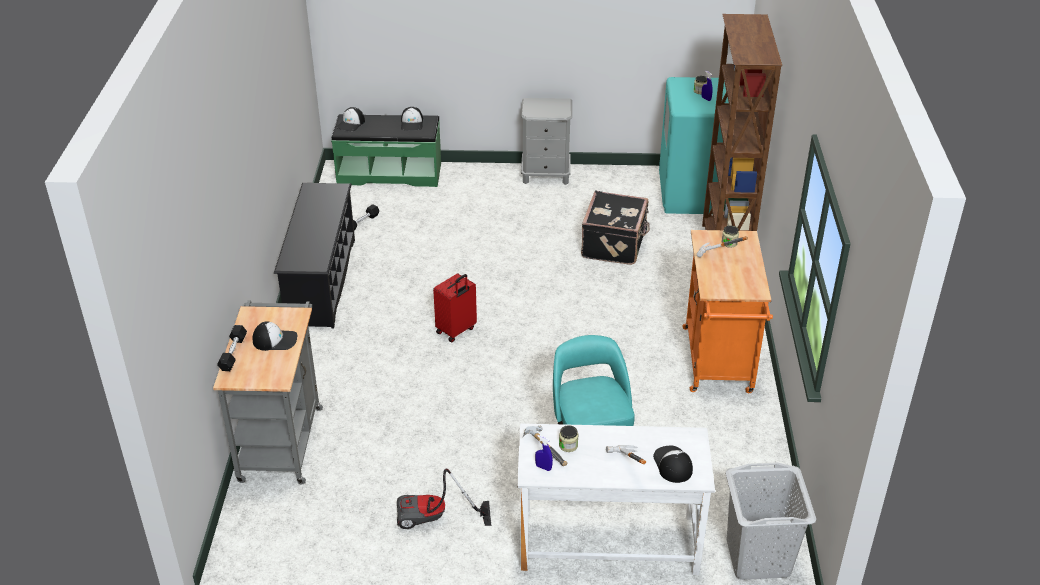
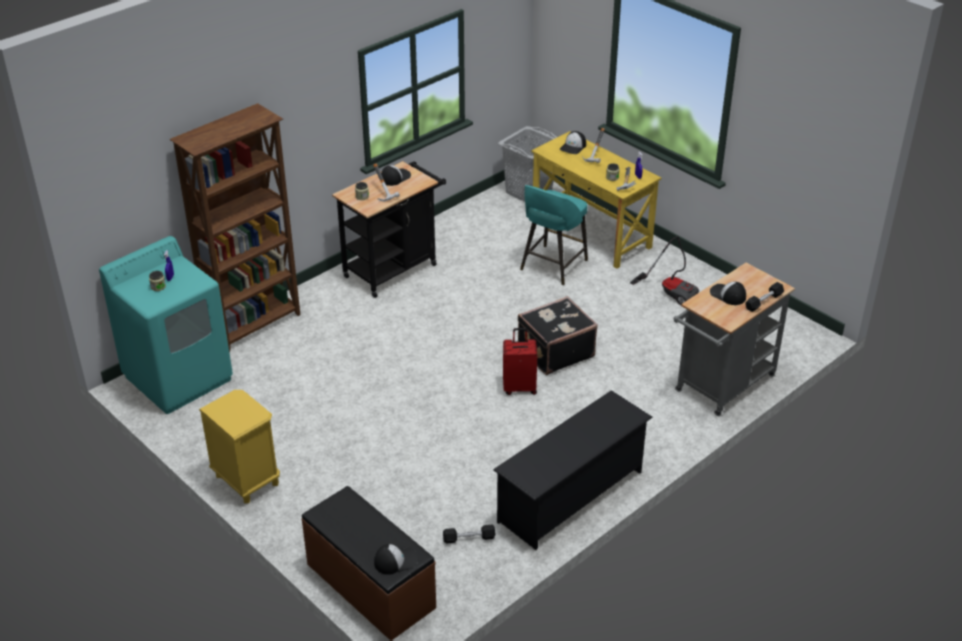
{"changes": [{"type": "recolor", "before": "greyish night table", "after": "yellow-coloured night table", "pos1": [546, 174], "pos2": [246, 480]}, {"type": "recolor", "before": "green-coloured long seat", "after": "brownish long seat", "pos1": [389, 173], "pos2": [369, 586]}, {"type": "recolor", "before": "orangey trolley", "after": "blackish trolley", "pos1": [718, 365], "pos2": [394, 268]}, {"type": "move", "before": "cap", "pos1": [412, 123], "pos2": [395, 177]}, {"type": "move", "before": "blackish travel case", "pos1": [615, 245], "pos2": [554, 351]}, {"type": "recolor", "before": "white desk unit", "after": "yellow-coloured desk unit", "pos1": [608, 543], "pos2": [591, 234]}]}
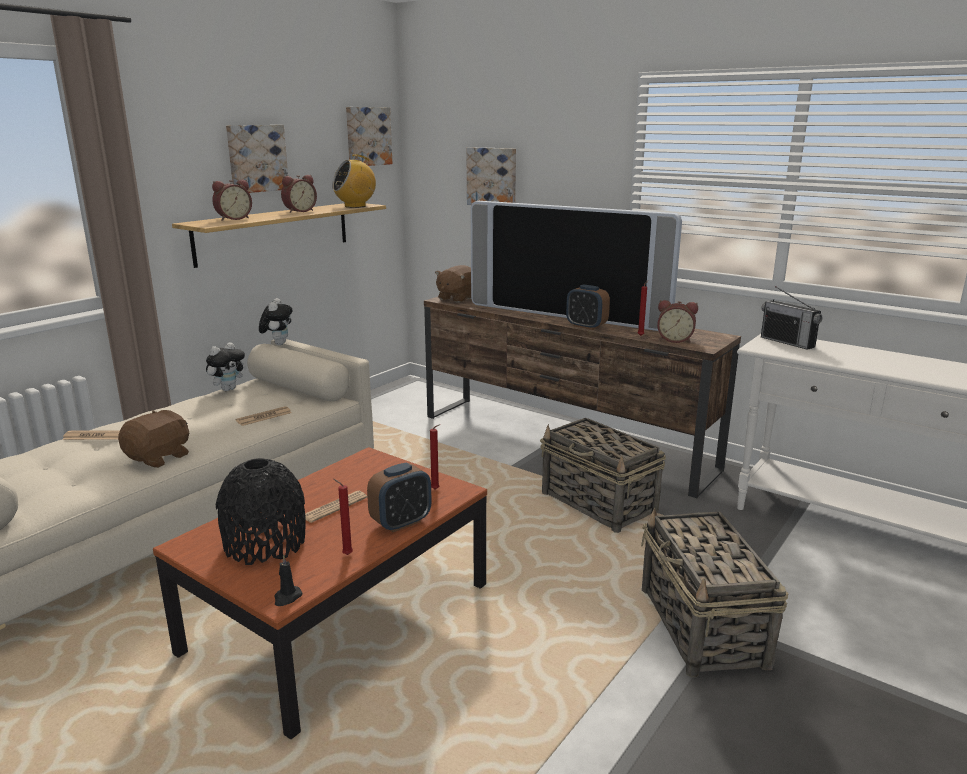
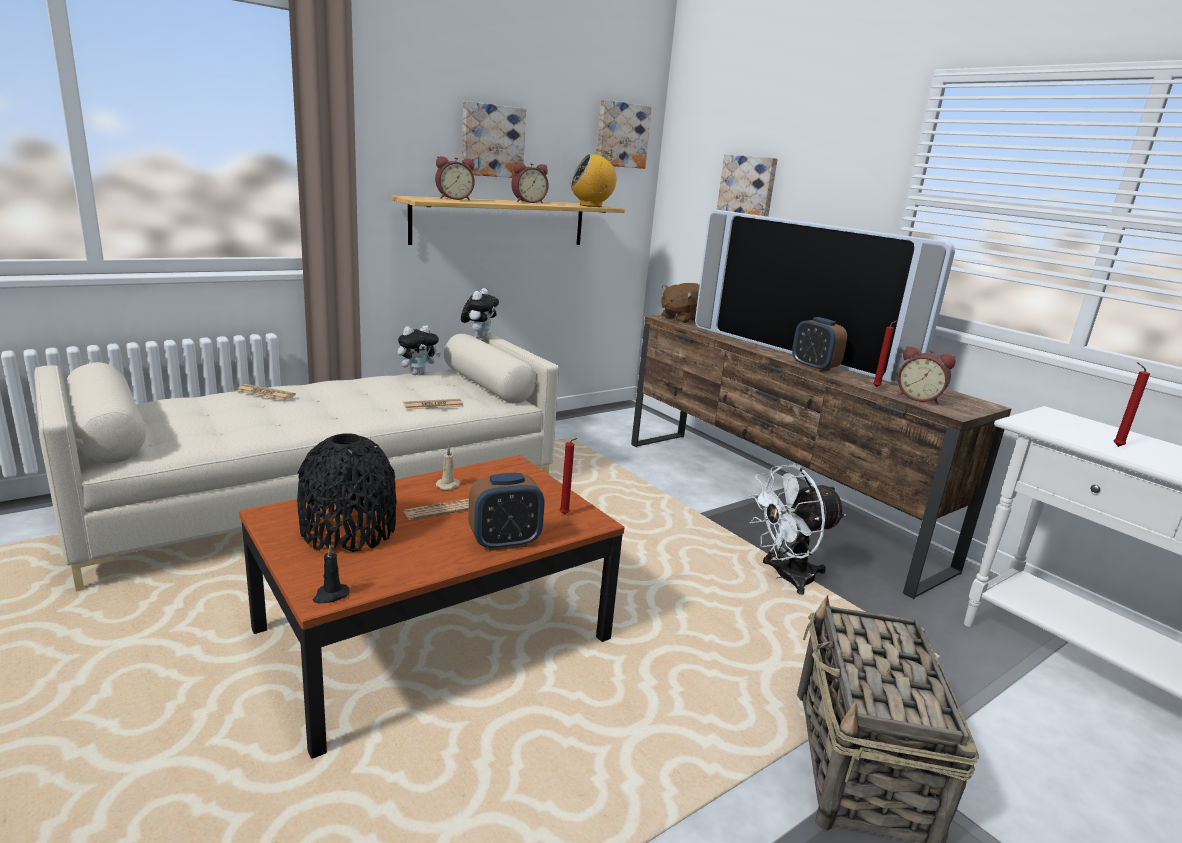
{"changes": [{"type": "insert", "after": "beige-coloured candle", "pos2": [449, 485]}, {"type": "replace", "before": "household basket", "after": "white cooling fan", "pos1": [599, 503], "pos2": [785, 578]}, {"type": "move", "before": "red candle", "pos1": [346, 554], "pos2": [1115, 446]}, {"type": "delete", "before": "brownish plush toy", "pos1": [159, 457]}, {"type": "delete", "before": "radio", "pos1": [787, 342]}]}
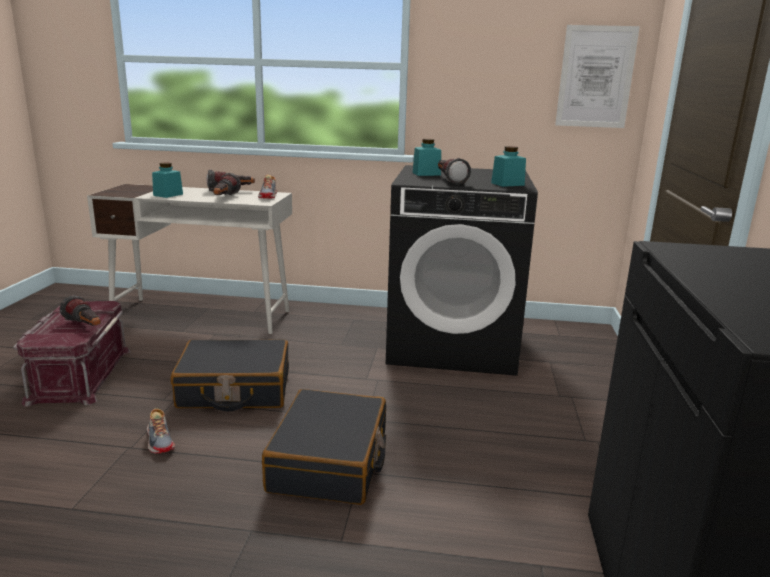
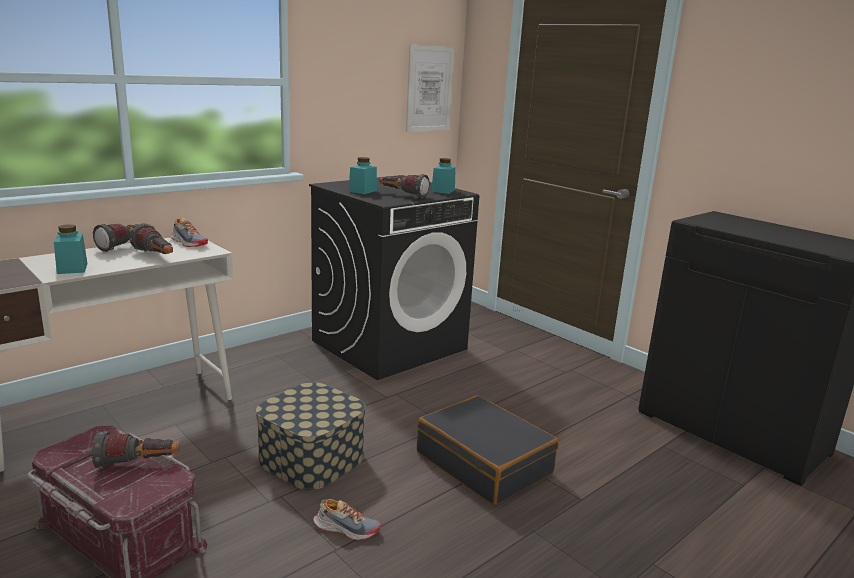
{"changes": [{"type": "replace", "before": "blackish travel case", "after": "storage bin", "pos1": [234, 390], "pos2": [311, 458]}]}
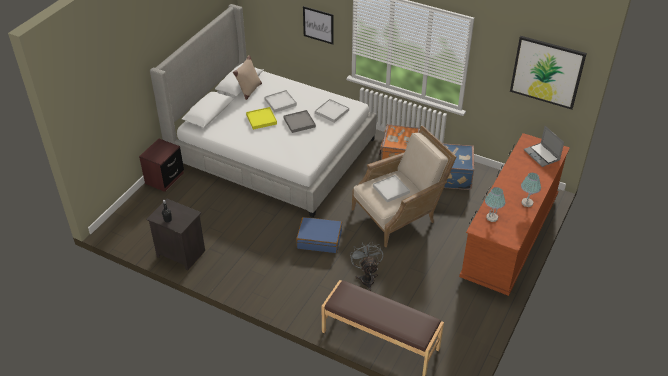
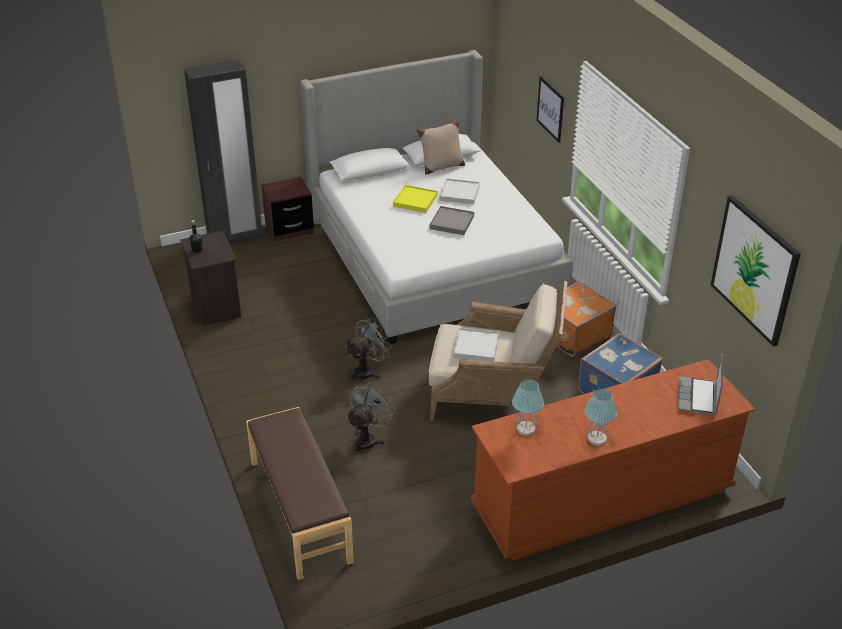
{"changes": [{"type": "insert", "after": "blackish clothes cupboard", "pos2": [235, 239]}, {"type": "replace", "before": "bluish travel case", "after": "greyish cooling fan", "pos1": [319, 240], "pos2": [367, 371]}, {"type": "delete", "before": "white carrying tray", "pos1": [332, 112]}]}
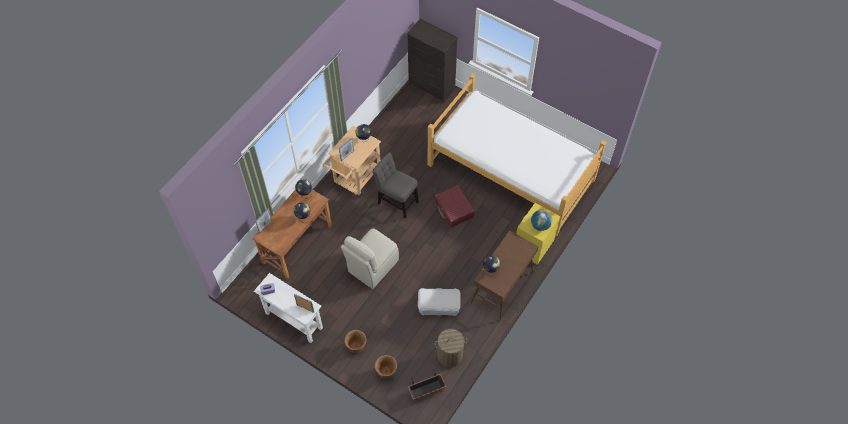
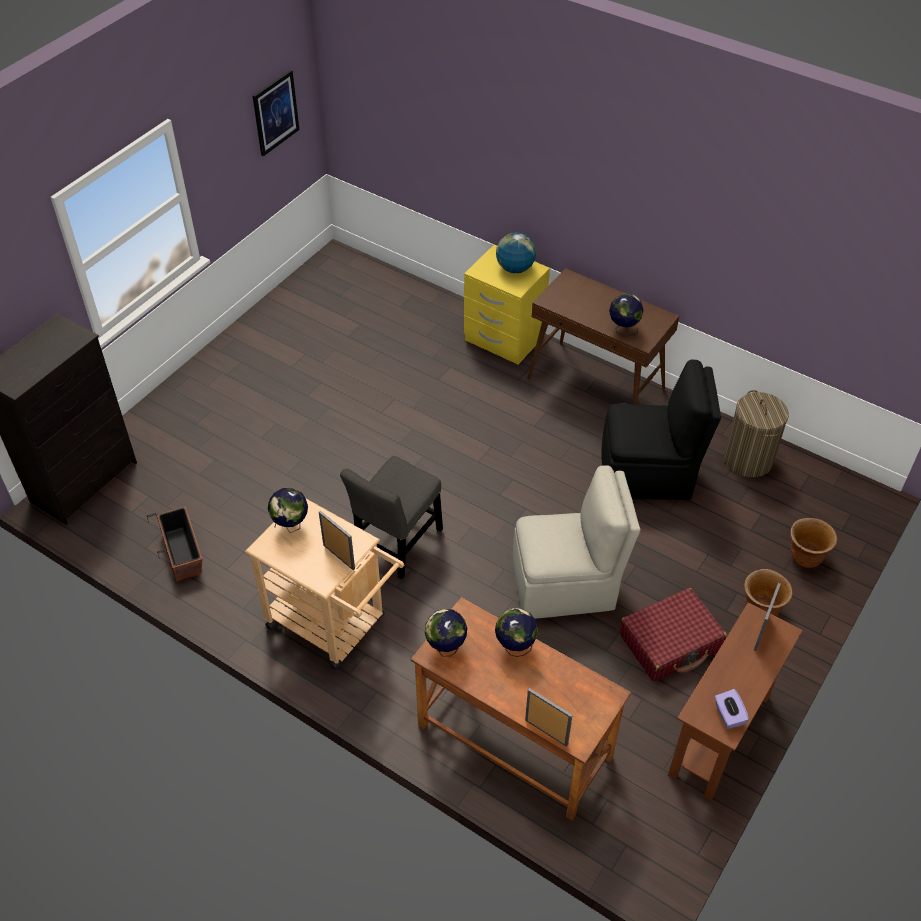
{"changes": [{"type": "move", "before": "plant pot", "pos1": [426, 390], "pos2": [182, 553]}, {"type": "insert", "after": "wall picture", "pos2": [275, 112]}, {"type": "rotate", "before": "beige-coloured chair", "pos1": [372, 267], "pos2": [566, 586], "turn": -45}, {"type": "replace", "before": "white storage bin", "after": "blackish chair", "pos1": [438, 307], "pos2": [648, 475]}, {"type": "move", "before": "red travel case", "pos1": [454, 209], "pos2": [670, 642]}, {"type": "recolor", "before": "white console table", "after": "brownish console table", "pos1": [294, 320], "pos2": [719, 735]}, {"type": "delete", "before": "bedroom bed", "pos1": [510, 173]}]}
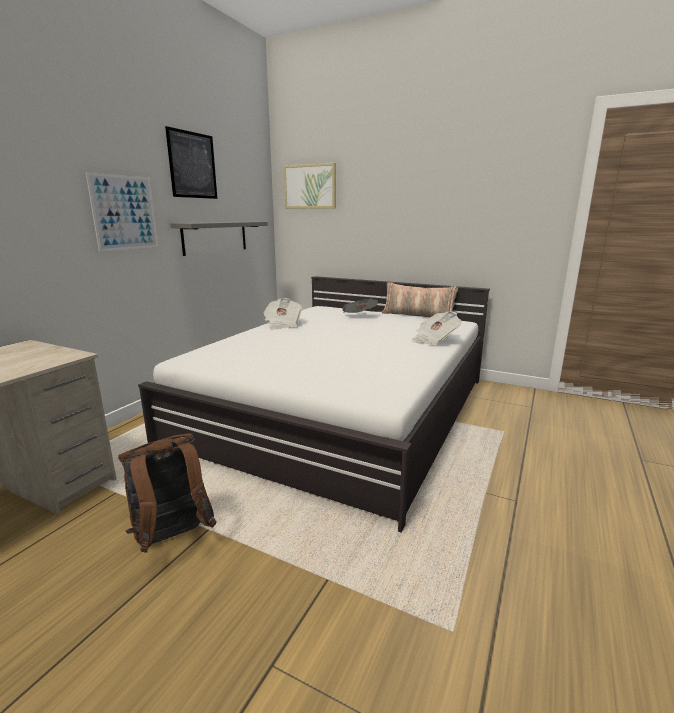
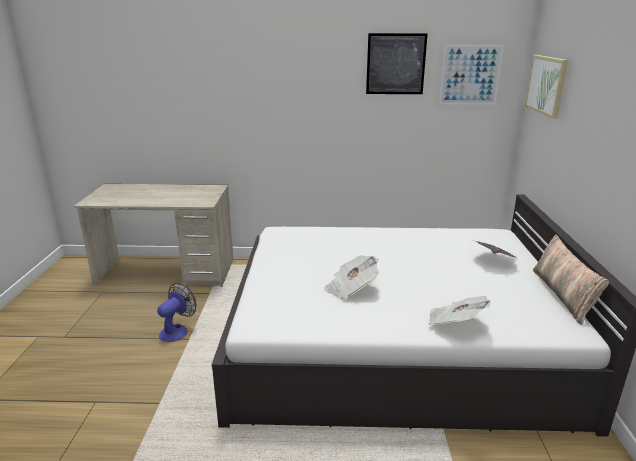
{"changes": [{"type": "replace", "before": "brownish rucksack", "after": "cooling fan", "pos1": [172, 539], "pos2": [177, 330]}, {"type": "move", "before": "newspaper", "pos1": [282, 324], "pos2": [350, 289]}, {"type": "move", "before": "wall picture", "pos1": [125, 213], "pos2": [470, 75]}, {"type": "delete", "before": "greyish bracket shelf", "pos1": [215, 237]}]}
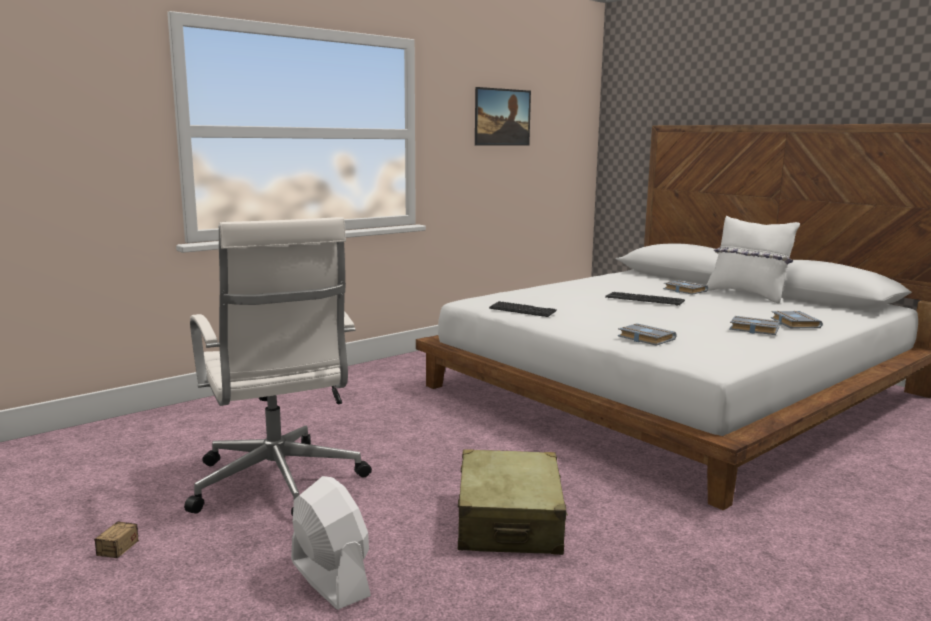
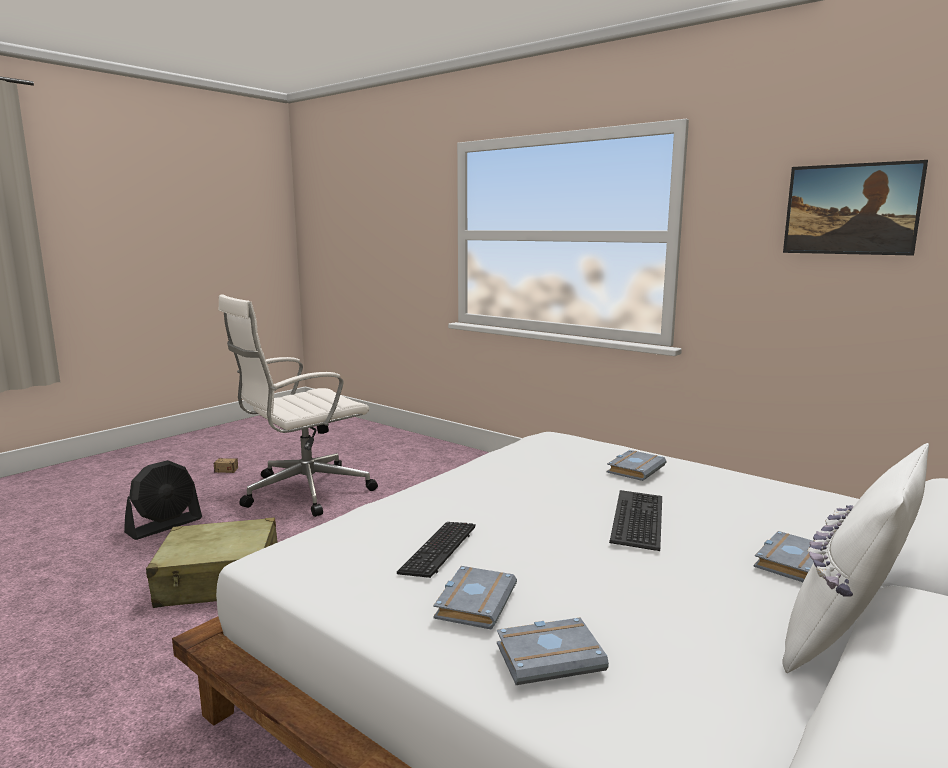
{"changes": [{"type": "recolor", "before": "white cooling fan", "after": "blackish cooling fan", "pos1": [329, 578], "pos2": [164, 526]}, {"type": "move", "before": "computer keyboard", "pos1": [522, 311], "pos2": [438, 550]}, {"type": "move", "before": "greyish bound book", "pos1": [644, 338], "pos2": [634, 469]}]}
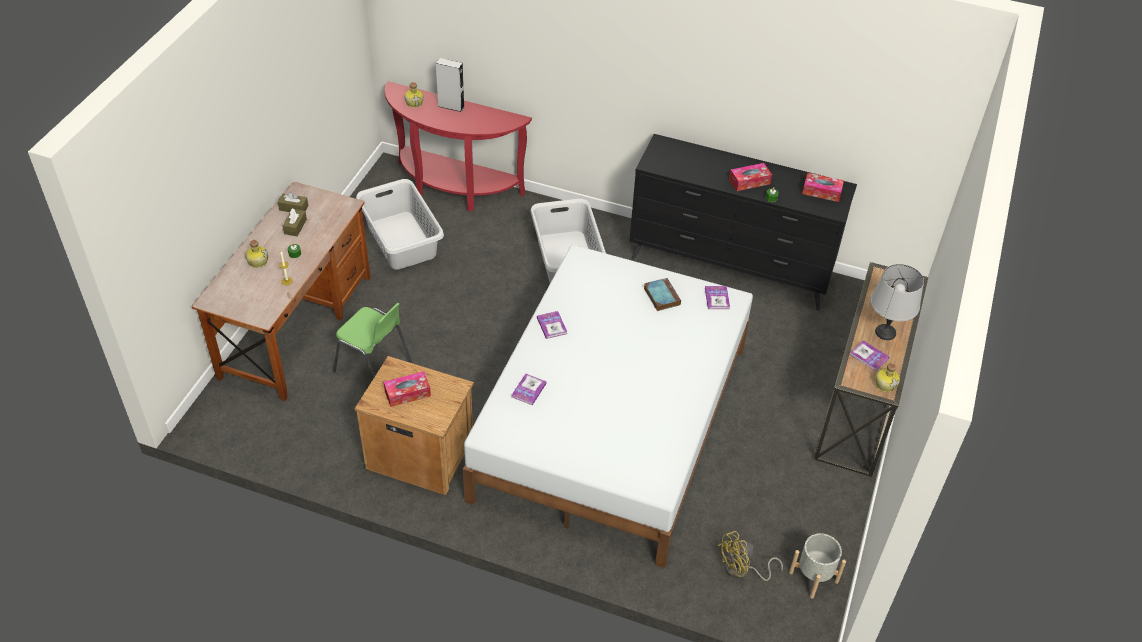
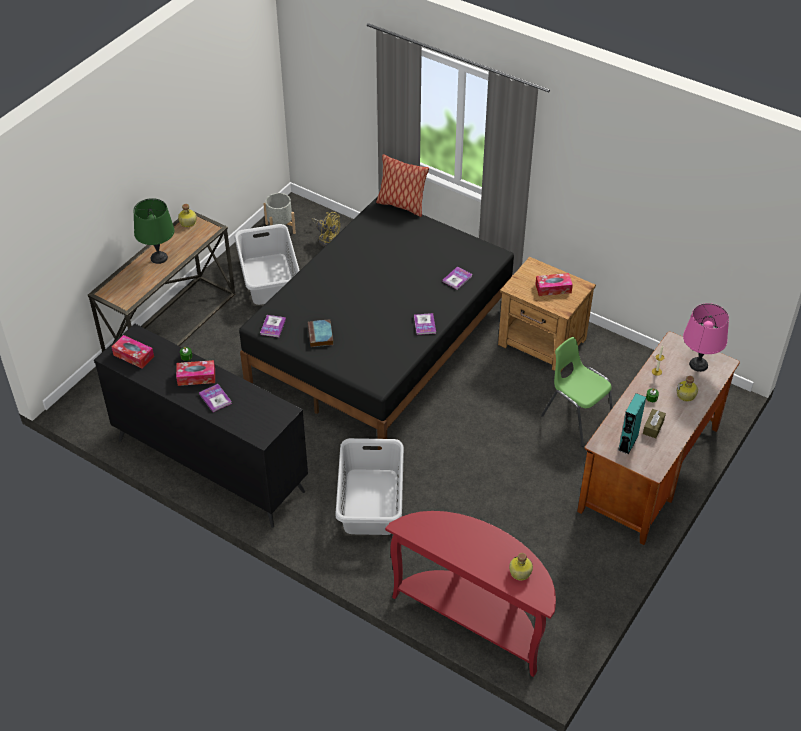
{"changes": [{"type": "recolor", "before": "greyish tabletop lamp", "after": "green-coloured tabletop lamp", "pos1": [885, 332], "pos2": [159, 258]}, {"type": "move", "before": "bound book", "pos1": [869, 356], "pos2": [215, 398]}, {"type": "move", "before": "greyish hamper", "pos1": [401, 241], "pos2": [270, 278]}, {"type": "recolor", "before": "white bedroom bed", "after": "blackish bedroom bed", "pos1": [611, 422], "pos2": [382, 343]}, {"type": "rotate", "before": "yellow-coloured cooling fan", "pos1": [742, 570], "pos2": [326, 238], "turn": 45}, {"type": "insert", "after": "throw pillow", "pos2": [401, 205]}, {"type": "insert", "after": "turquoise-coloured speaker", "pos2": [628, 442]}, {"type": "insert", "after": "pinkish tabletop lamp", "pos2": [698, 364]}, {"type": "delete", "before": "brownish tissue box", "pos1": [293, 208]}, {"type": "delete", "before": "greyish speaker", "pos1": [451, 106]}]}
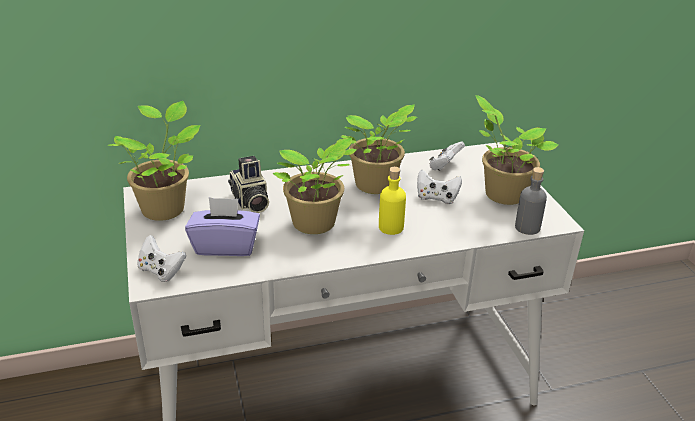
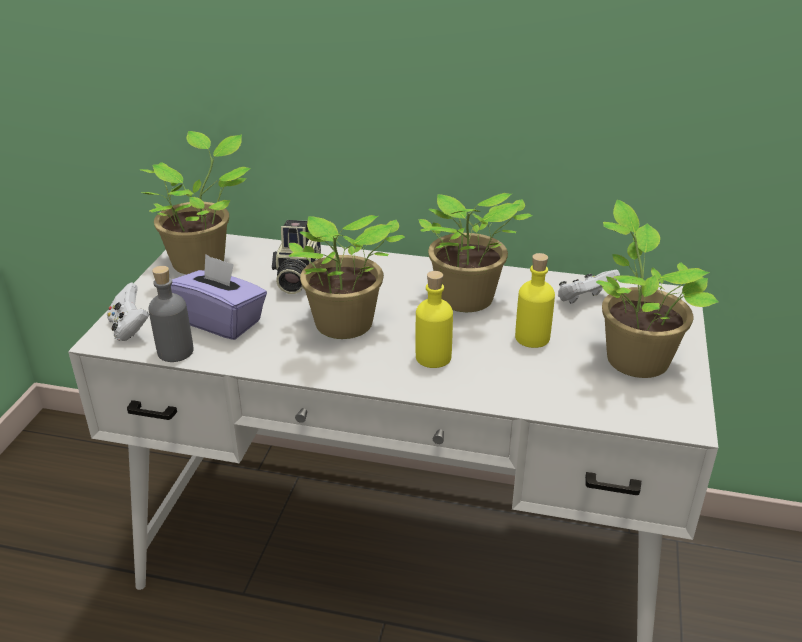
{"changes": [{"type": "move", "before": "greyish bottle", "pos1": [527, 227], "pos2": [175, 351]}, {"type": "replace", "before": "white game controller", "after": "yellow-coloured bottle", "pos1": [436, 198], "pos2": [532, 338]}]}
